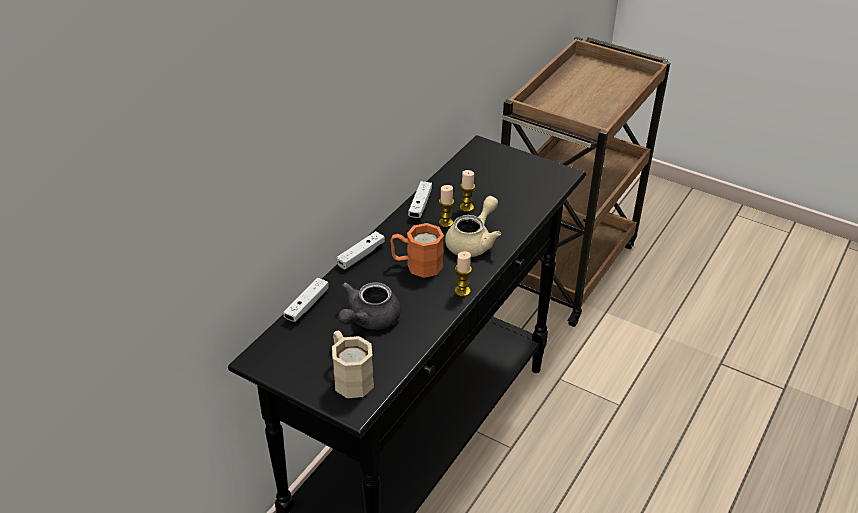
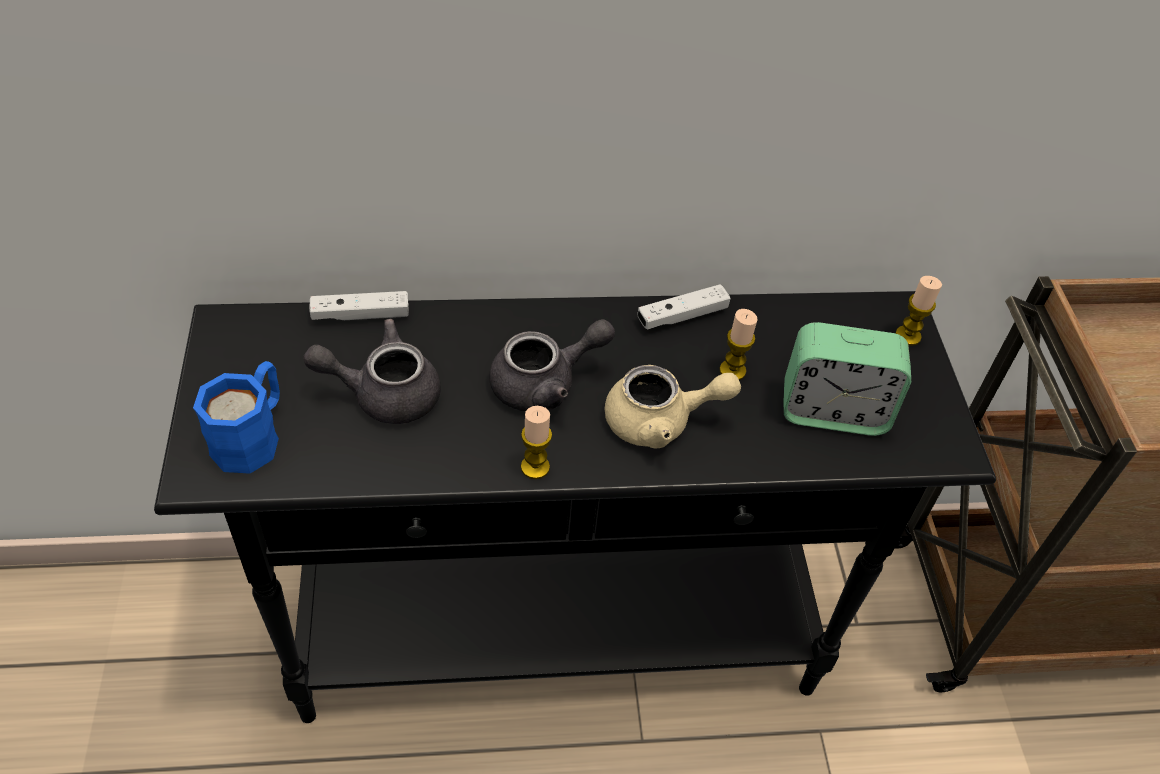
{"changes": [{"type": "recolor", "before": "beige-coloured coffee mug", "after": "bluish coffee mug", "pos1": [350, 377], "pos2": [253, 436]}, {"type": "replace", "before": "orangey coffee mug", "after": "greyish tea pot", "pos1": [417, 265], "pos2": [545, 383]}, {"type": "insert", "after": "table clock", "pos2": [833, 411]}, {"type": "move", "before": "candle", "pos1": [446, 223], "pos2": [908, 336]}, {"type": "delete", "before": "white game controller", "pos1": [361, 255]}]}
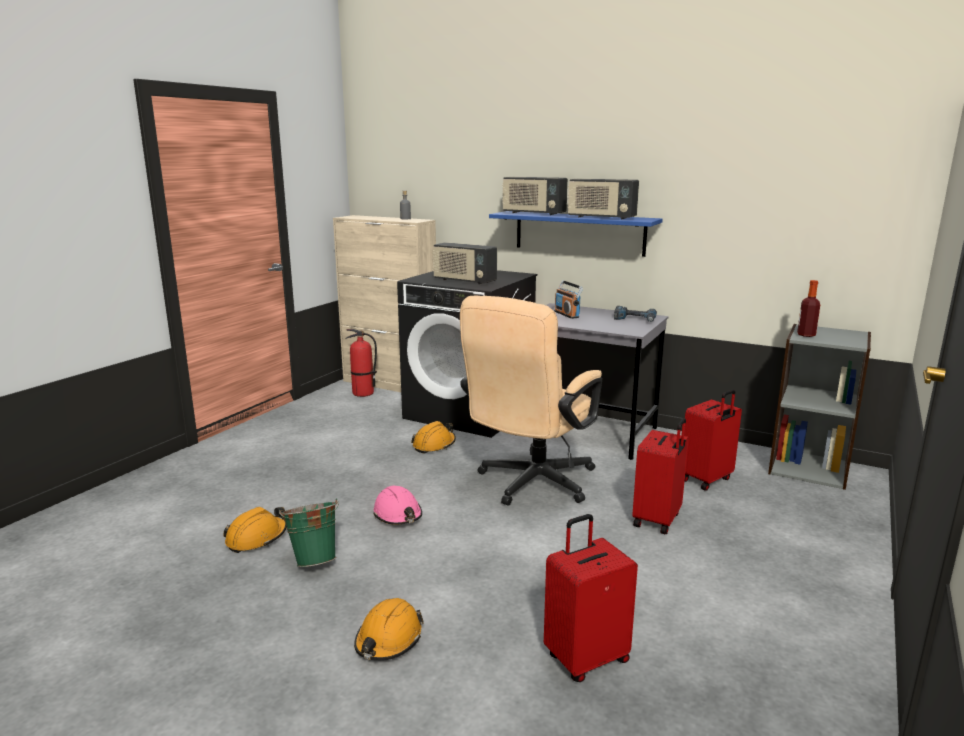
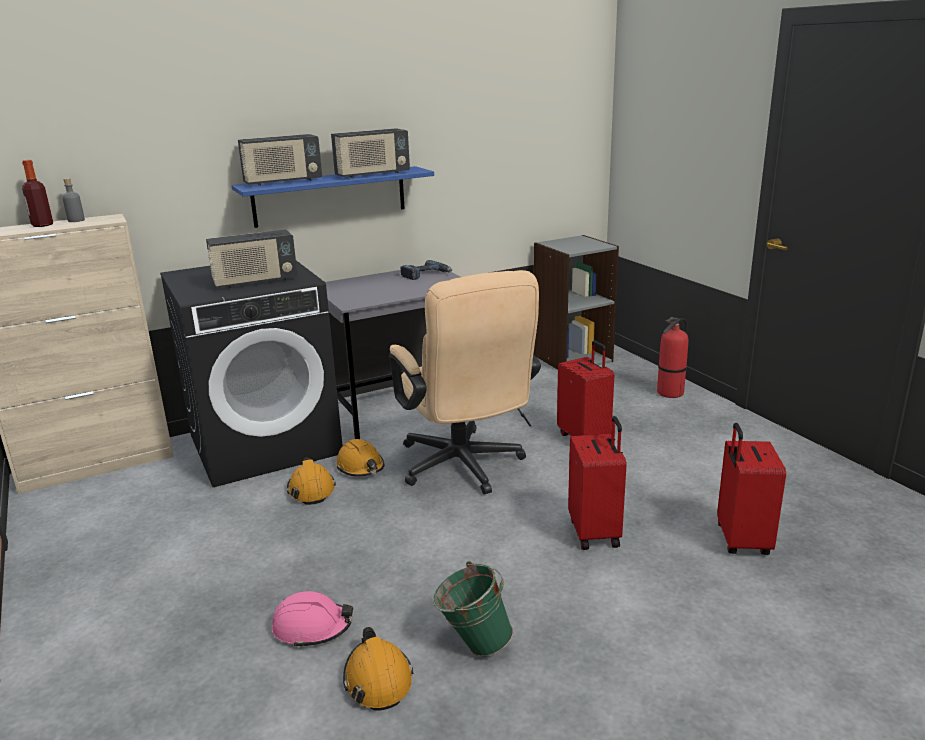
{"changes": [{"type": "move", "before": "bottle", "pos1": [806, 335], "pos2": [42, 225]}, {"type": "move", "before": "pinkish safety helmet", "pos1": [398, 515], "pos2": [312, 628]}, {"type": "move", "before": "orangey safety helmet", "pos1": [388, 640], "pos2": [361, 467]}, {"type": "move", "before": "red travel case", "pos1": [707, 480], "pos2": [596, 532]}, {"type": "move", "before": "fire-fighting cylinder", "pos1": [363, 393], "pos2": [670, 393]}, {"type": "delete", "before": "radio", "pos1": [567, 314]}]}
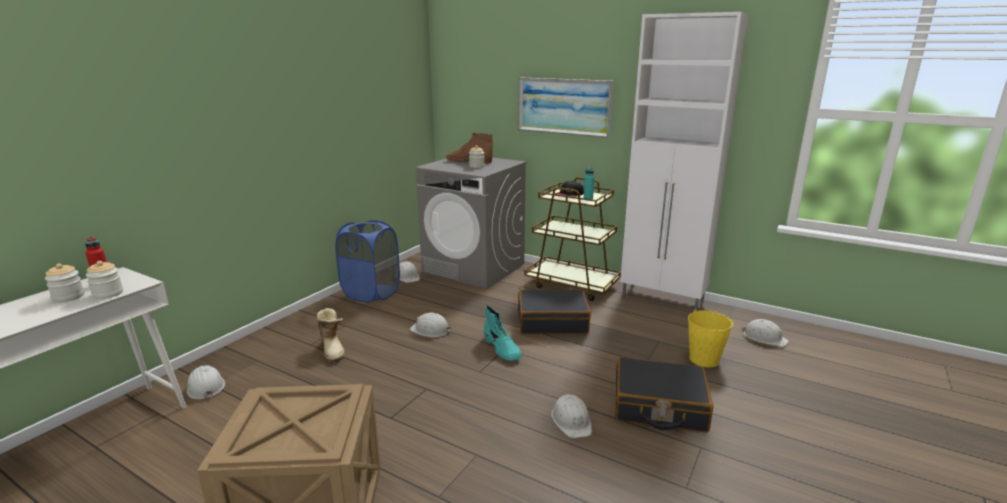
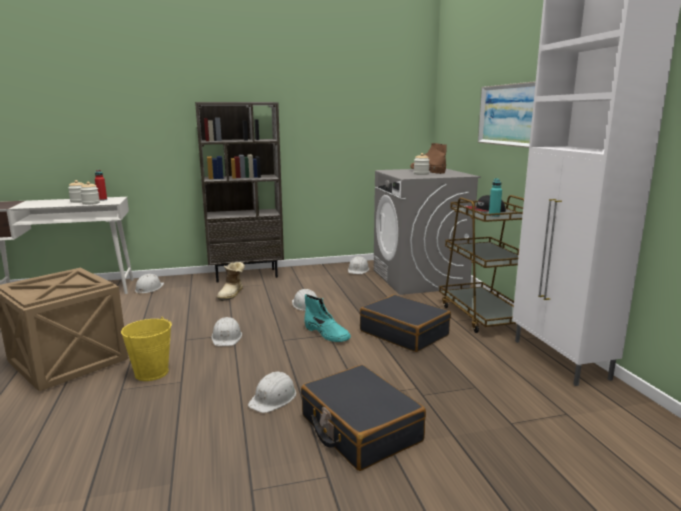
{"changes": [{"type": "move", "before": "yellow-coloured pail", "pos1": [704, 359], "pos2": [151, 373]}, {"type": "insert", "after": "brownish bookcase", "pos2": [247, 275]}, {"type": "move", "before": "white safety helmet", "pos1": [764, 338], "pos2": [227, 337]}, {"type": "rotate", "before": "turquoise-coloured high-top boot", "pos1": [502, 348], "pos2": [327, 334], "turn": -60}, {"type": "delete", "before": "bluish hamper", "pos1": [371, 293]}]}
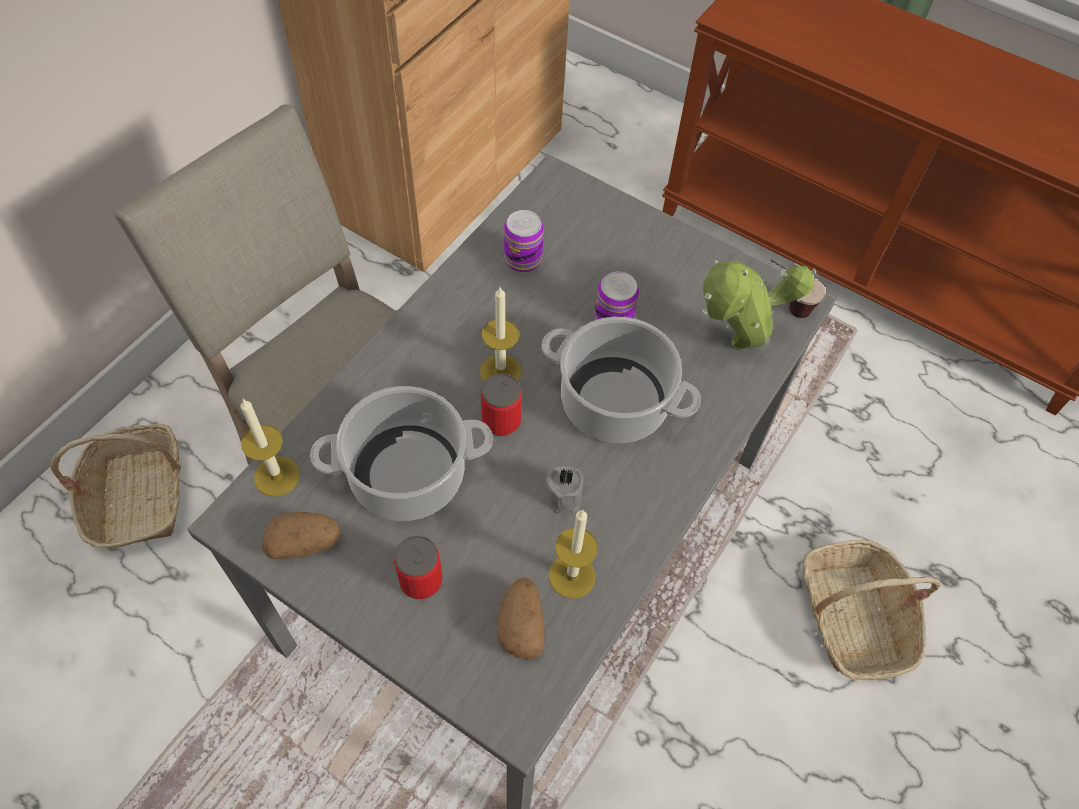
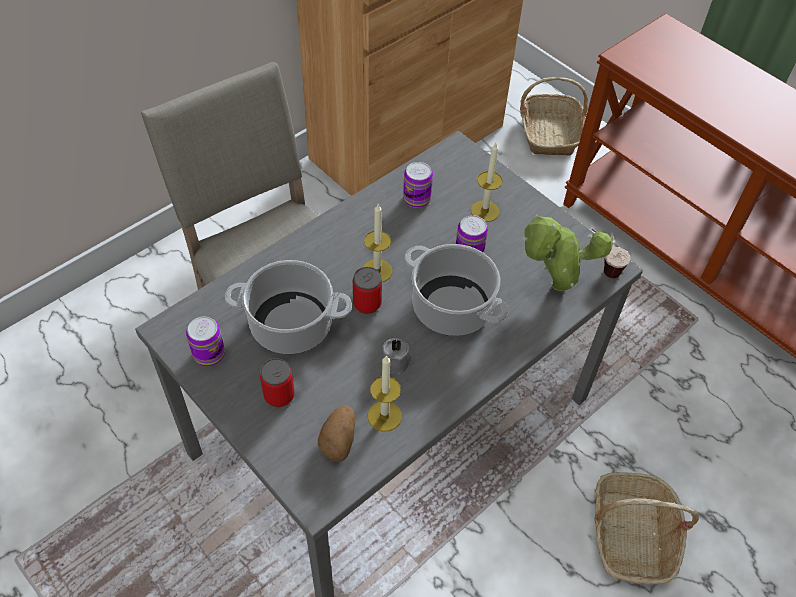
{"changes": [{"type": "replace", "before": "spud", "after": "metal can", "pos1": [305, 543], "pos2": [209, 354]}, {"type": "move", "before": "candle", "pos1": [276, 476], "pos2": [484, 211]}, {"type": "move", "before": "household basket", "pos1": [138, 496], "pos2": [549, 133]}]}
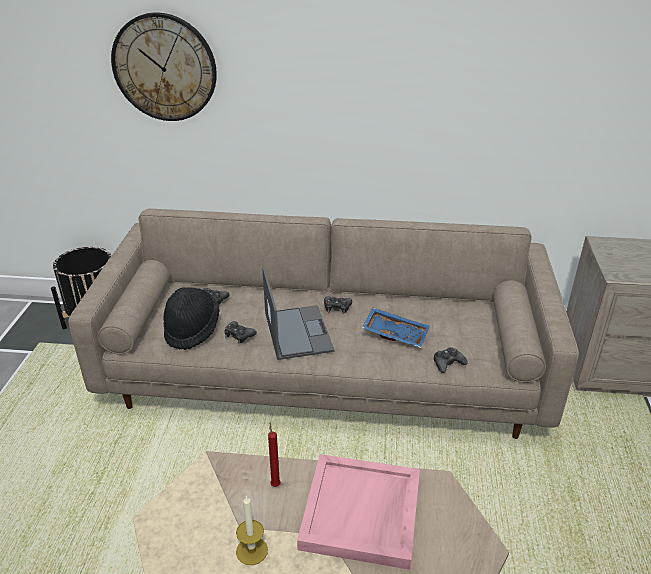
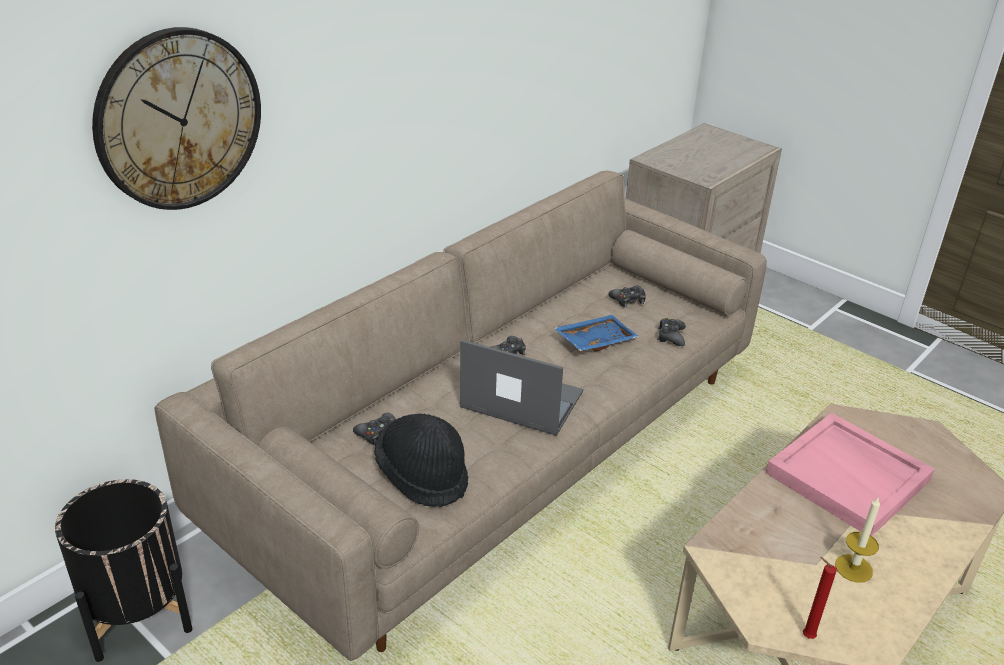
{"changes": [{"type": "move", "before": "blackish game controller", "pos1": [239, 335], "pos2": [628, 300]}, {"type": "move", "before": "red candle", "pos1": [275, 484], "pos2": [806, 636]}]}
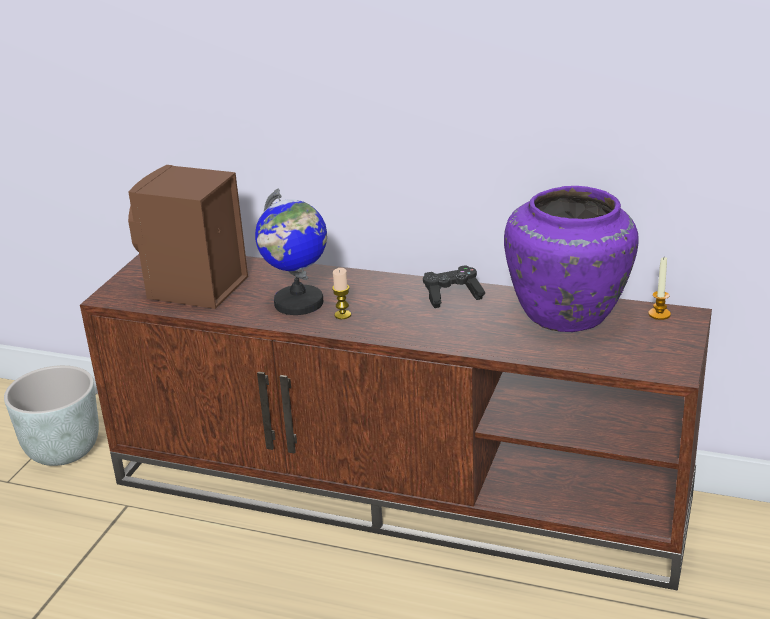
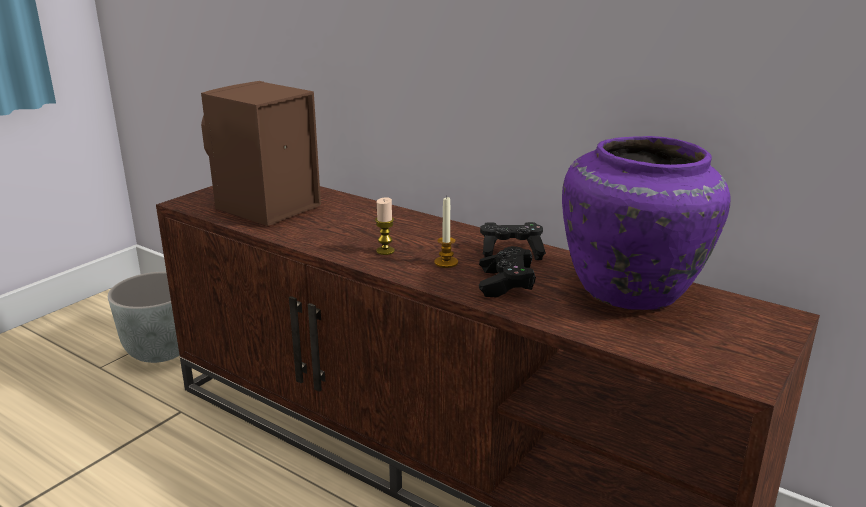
{"changes": [{"type": "move", "before": "candle", "pos1": [659, 314], "pos2": [446, 263]}, {"type": "insert", "after": "blackish game controller", "pos2": [505, 283]}, {"type": "delete", "before": "world globe", "pos1": [298, 303]}]}
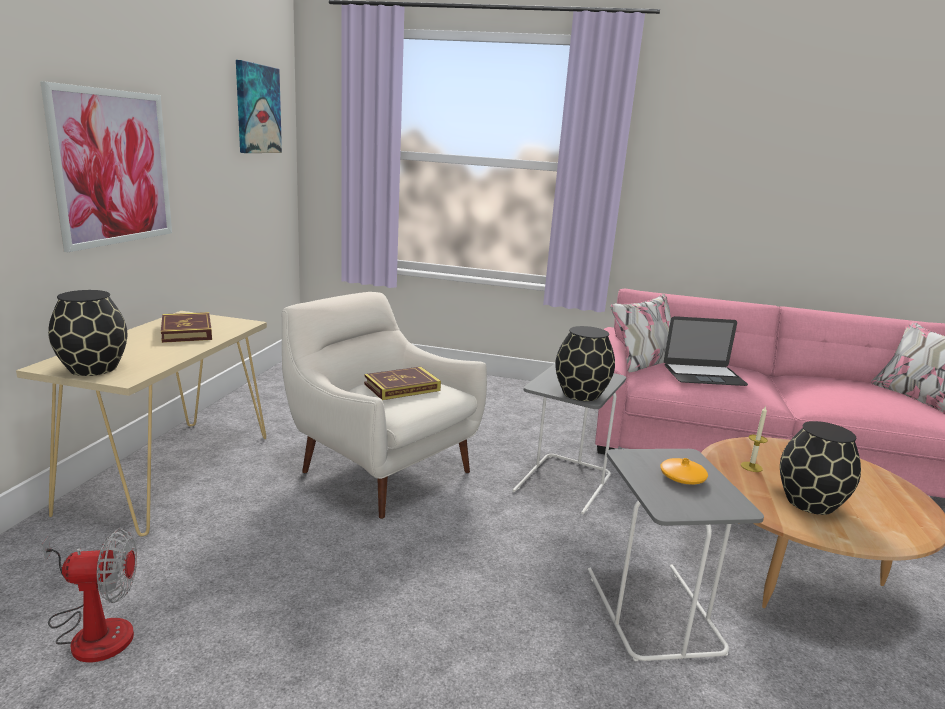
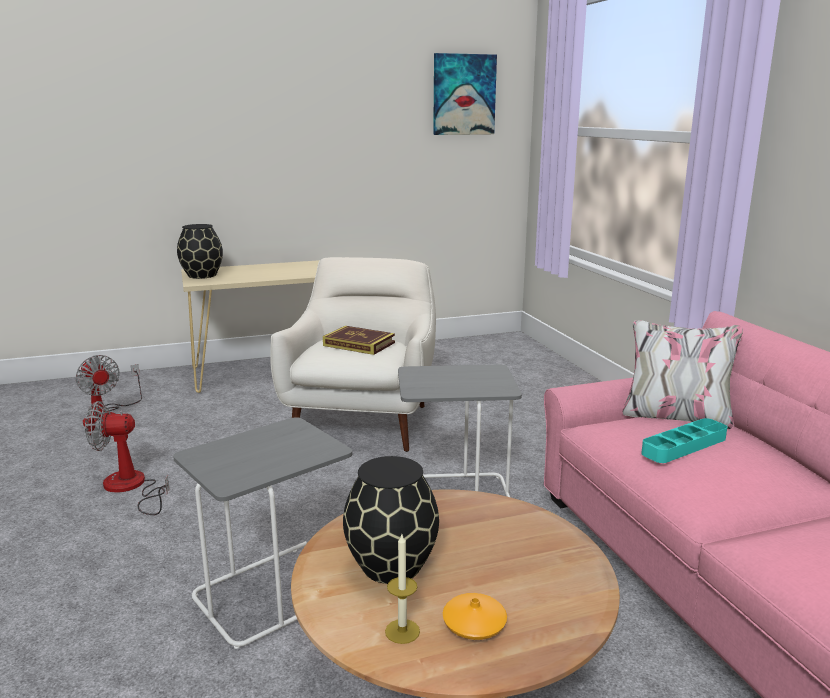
{"changes": [{"type": "insert", "after": "cooling fan", "pos2": [131, 488]}, {"type": "move", "before": "candle", "pos1": [751, 467], "pos2": [402, 631]}, {"type": "move", "before": "orangey flower vase", "pos1": [682, 477], "pos2": [474, 624]}, {"type": "replace", "before": "notebook computer", "after": "turquoise-coloured carrying tray", "pos1": [703, 375], "pos2": [684, 446]}, {"type": "delete", "before": "wall picture", "pos1": [113, 167]}, {"type": "delete", "before": "bound book", "pos1": [187, 331]}, {"type": "delete", "before": "blackish flower vase", "pos1": [580, 394]}]}
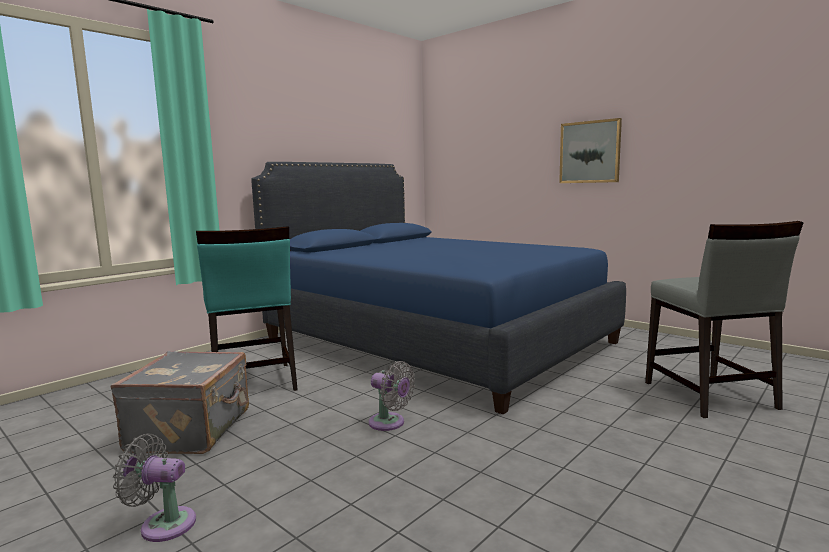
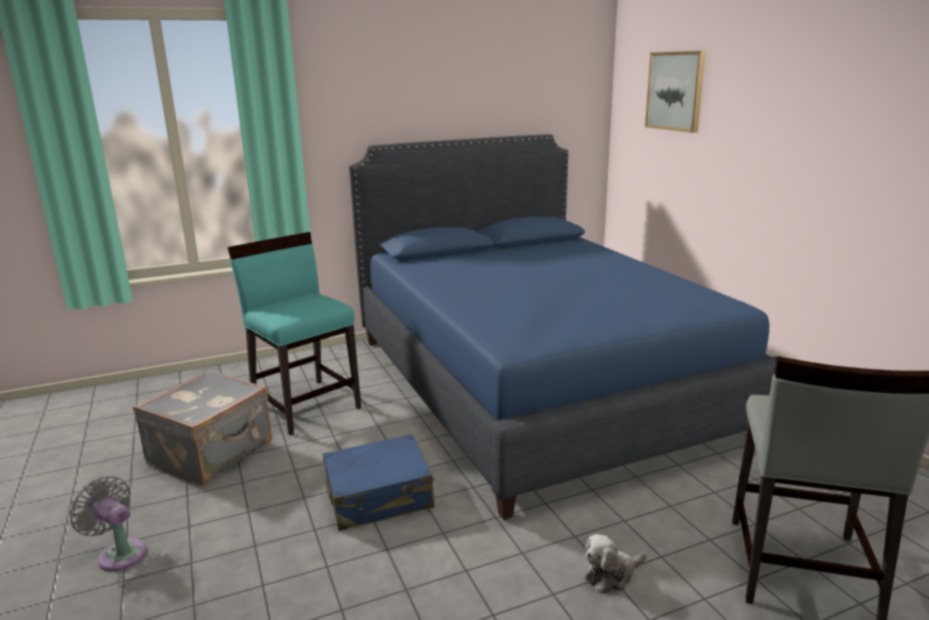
{"changes": [{"type": "rotate", "before": "turquoise-coloured chair", "pos1": [253, 382], "pos2": [306, 405], "turn": 135}, {"type": "replace", "before": "greyish cooling fan", "after": "bluish travel case", "pos1": [389, 423], "pos2": [379, 497]}, {"type": "insert", "after": "plush toy", "pos2": [612, 575]}, {"type": "move", "before": "wall picture", "pos1": [590, 152], "pos2": [675, 91]}]}
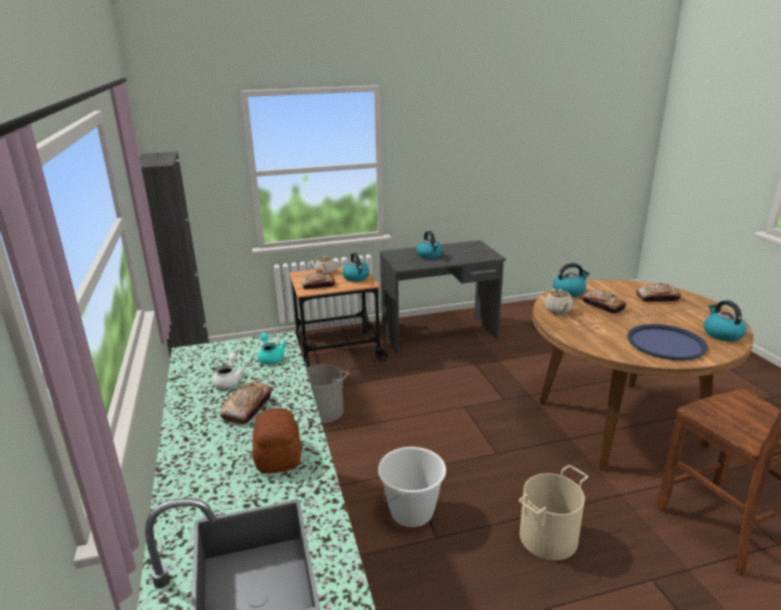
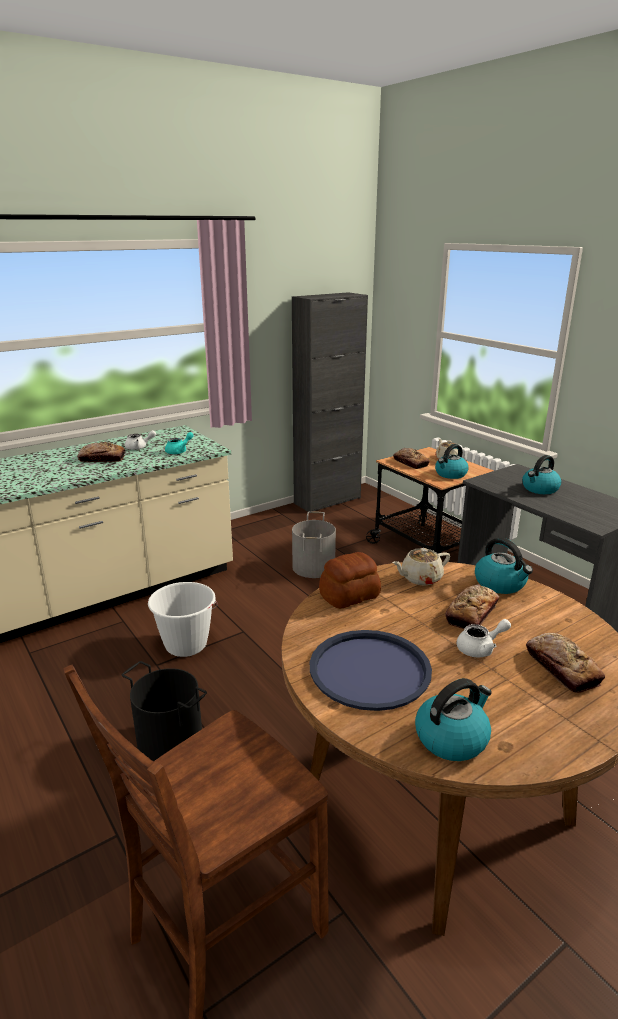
{"changes": [{"type": "recolor", "before": "beige-coloured pail", "after": "blackish pail", "pos1": [547, 537], "pos2": [171, 739]}, {"type": "move", "before": "bakery bread", "pos1": [279, 454], "pos2": [350, 596]}, {"type": "insert", "after": "white tea pot", "pos2": [480, 648]}]}
